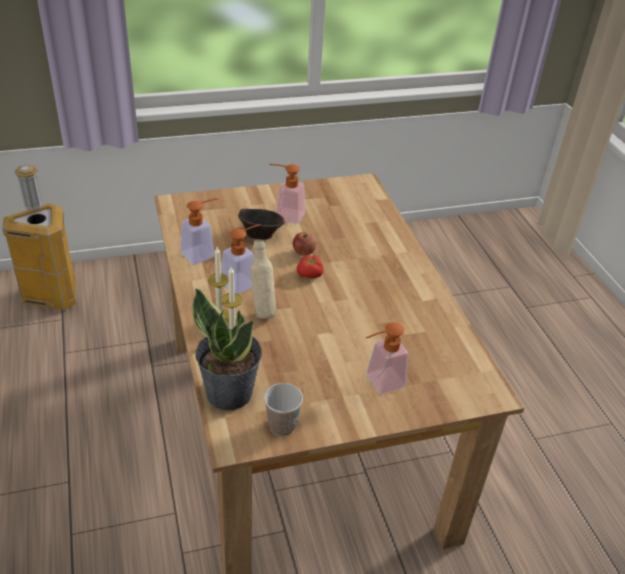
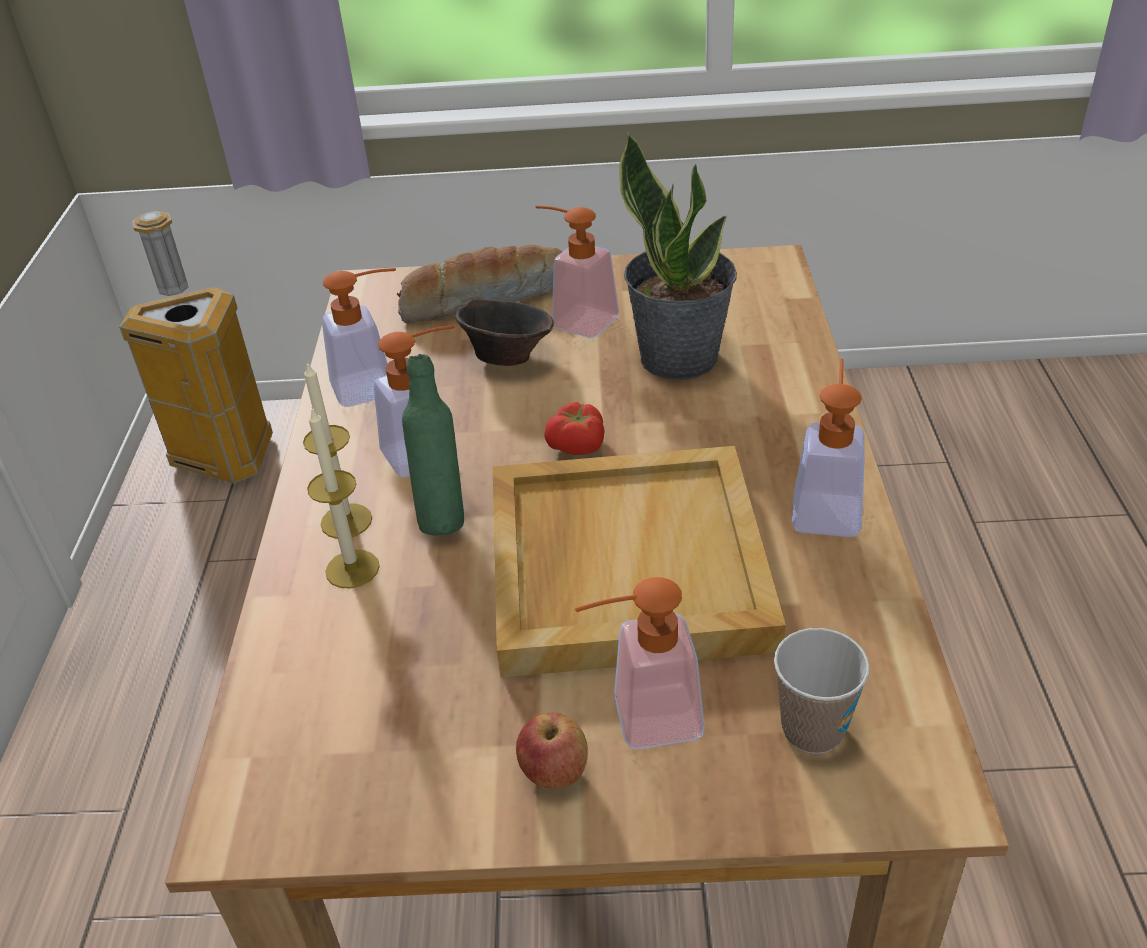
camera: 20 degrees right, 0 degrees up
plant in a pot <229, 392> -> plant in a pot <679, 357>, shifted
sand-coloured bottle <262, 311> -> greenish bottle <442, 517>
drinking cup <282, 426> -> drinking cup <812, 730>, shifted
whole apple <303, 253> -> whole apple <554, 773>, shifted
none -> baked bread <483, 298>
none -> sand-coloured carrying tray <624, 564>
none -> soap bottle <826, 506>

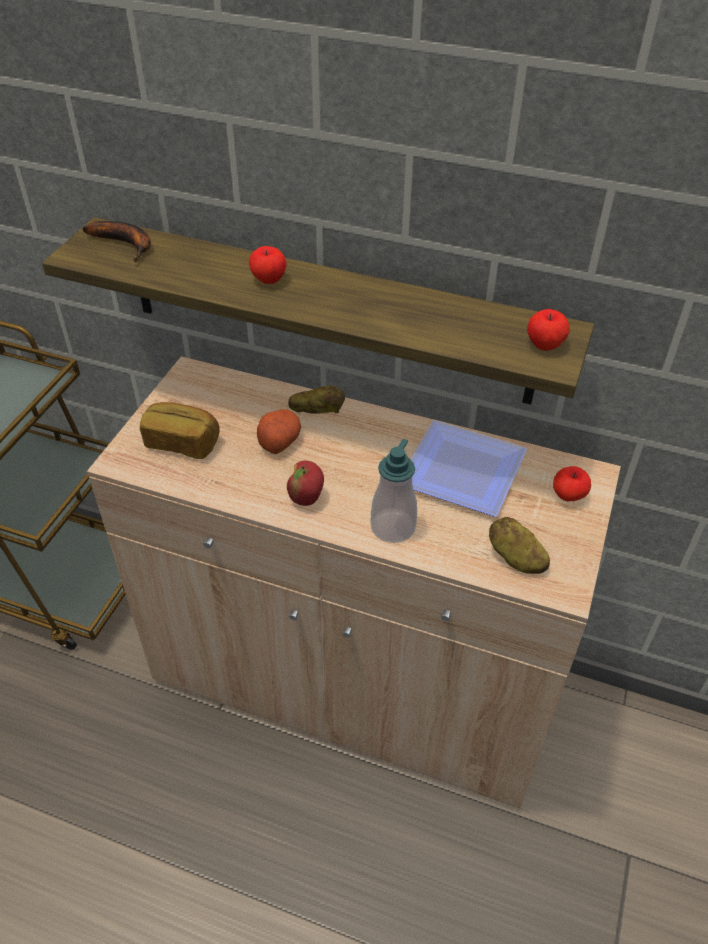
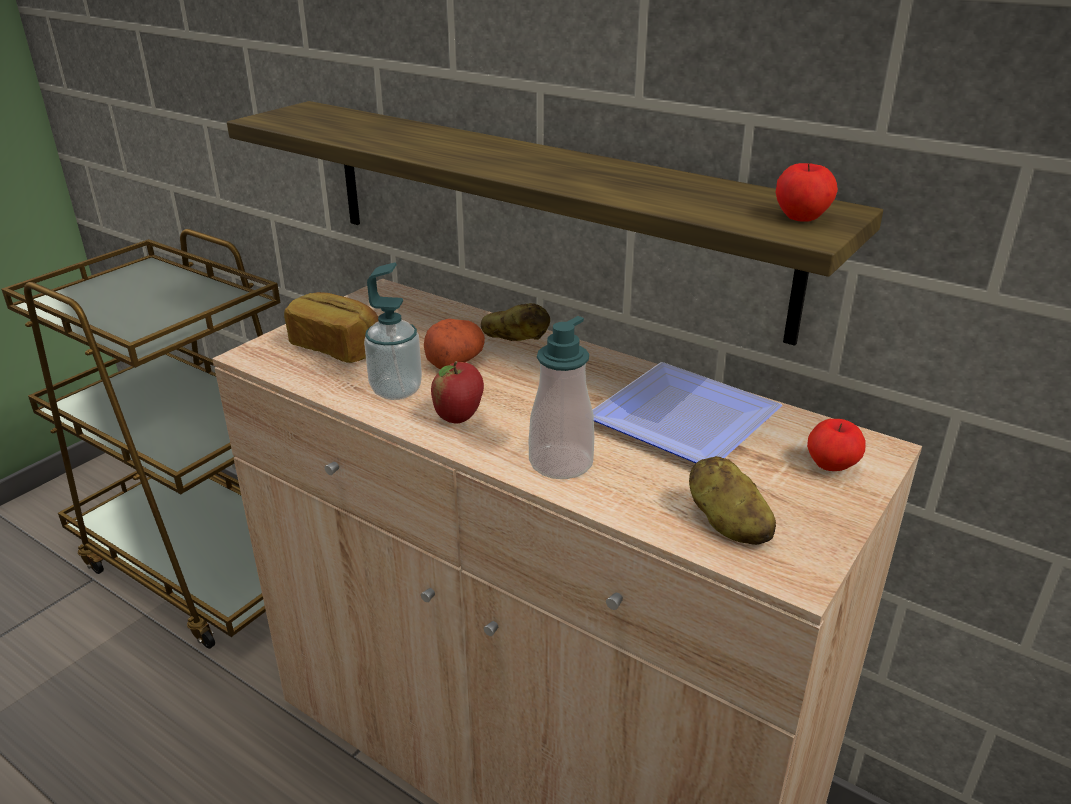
camera: 15 degrees right, 15 degrees down
whole banana <126, 244> -> none
whole apple <268, 280> -> none
none -> soap bottle <396, 390>

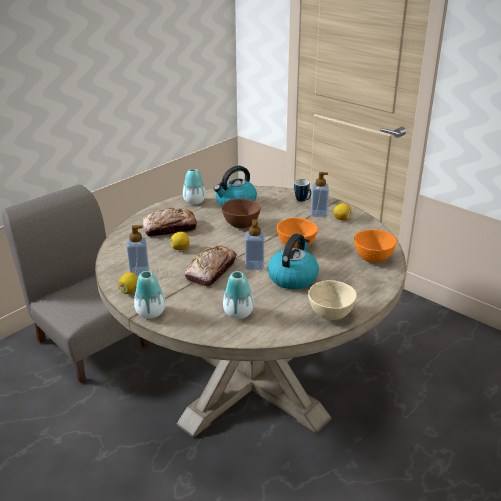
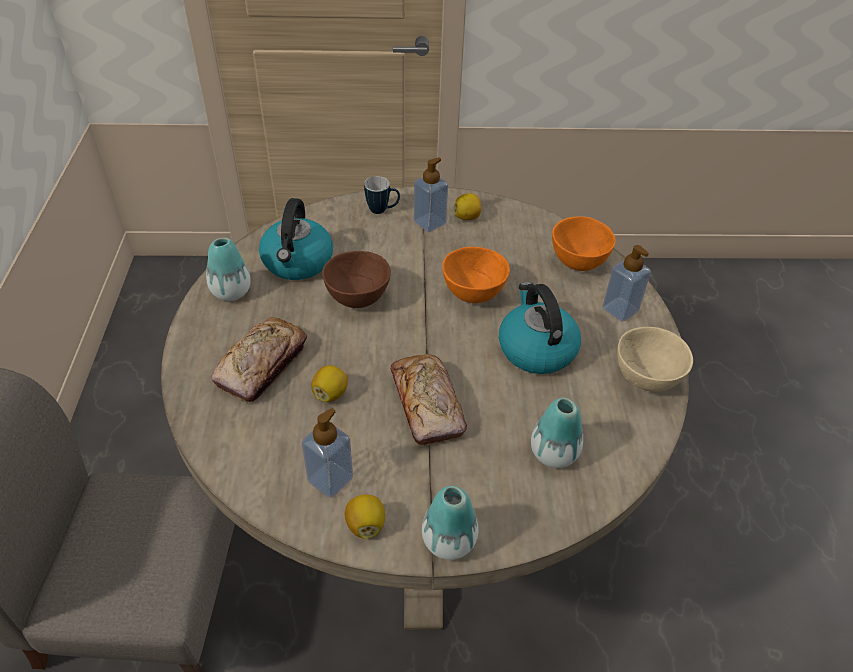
camera: 45 degrees left, 15 degrees up
soap bottle <254, 266> -> soap bottle <620, 310>, shifted

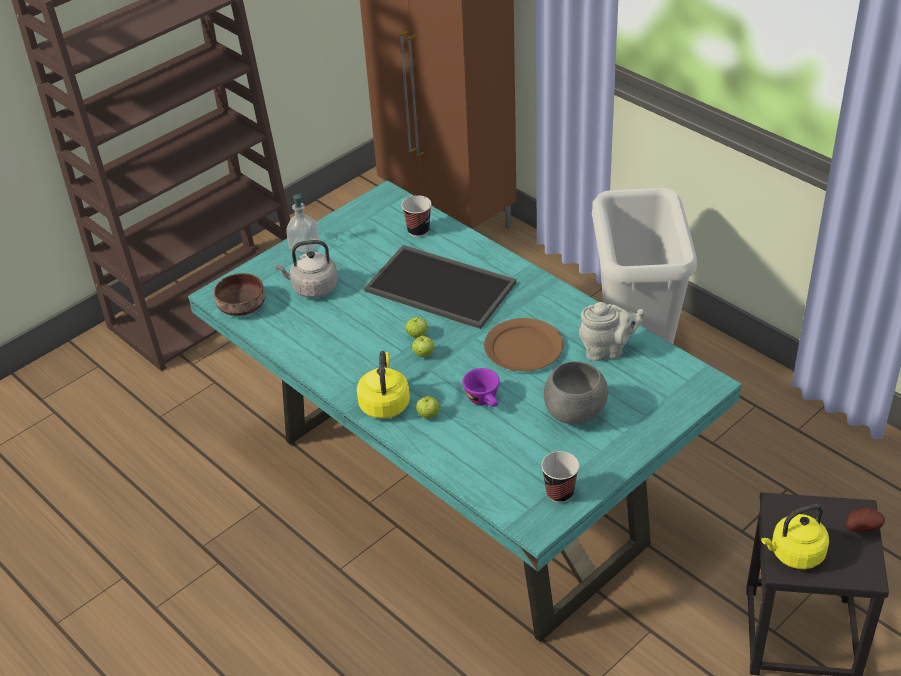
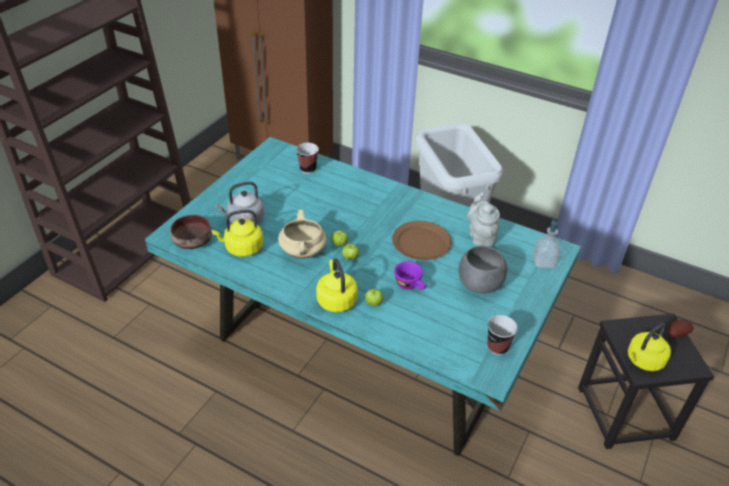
camera: 20 degrees left, 0 degrees up
soap bottle <304, 246> -> soap bottle <544, 262>, shifted
carrying tray <442, 286> -> none
gray teapot <607, 350> -> gray teapot <481, 236>, 75 degrees counterclockwise
none -> yellowish kettle <242, 248>
none -> sand-coloured stockpot <303, 253>

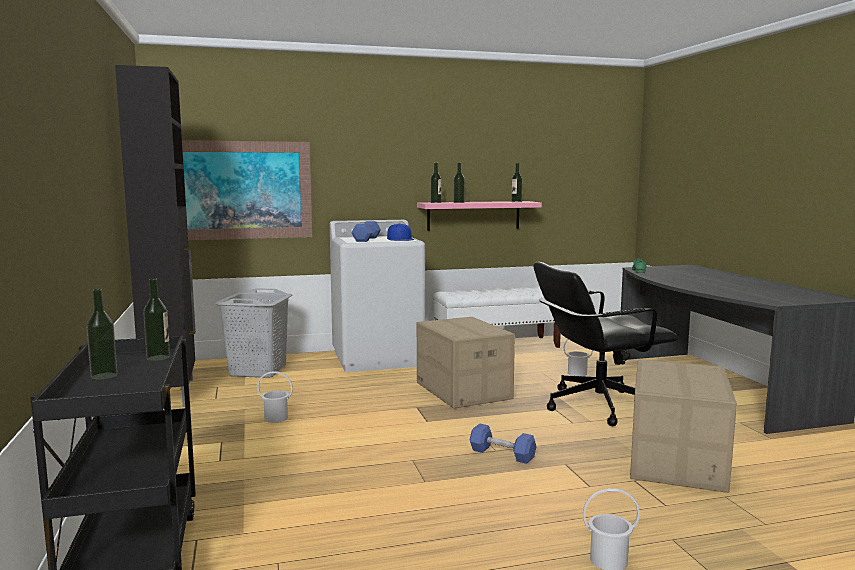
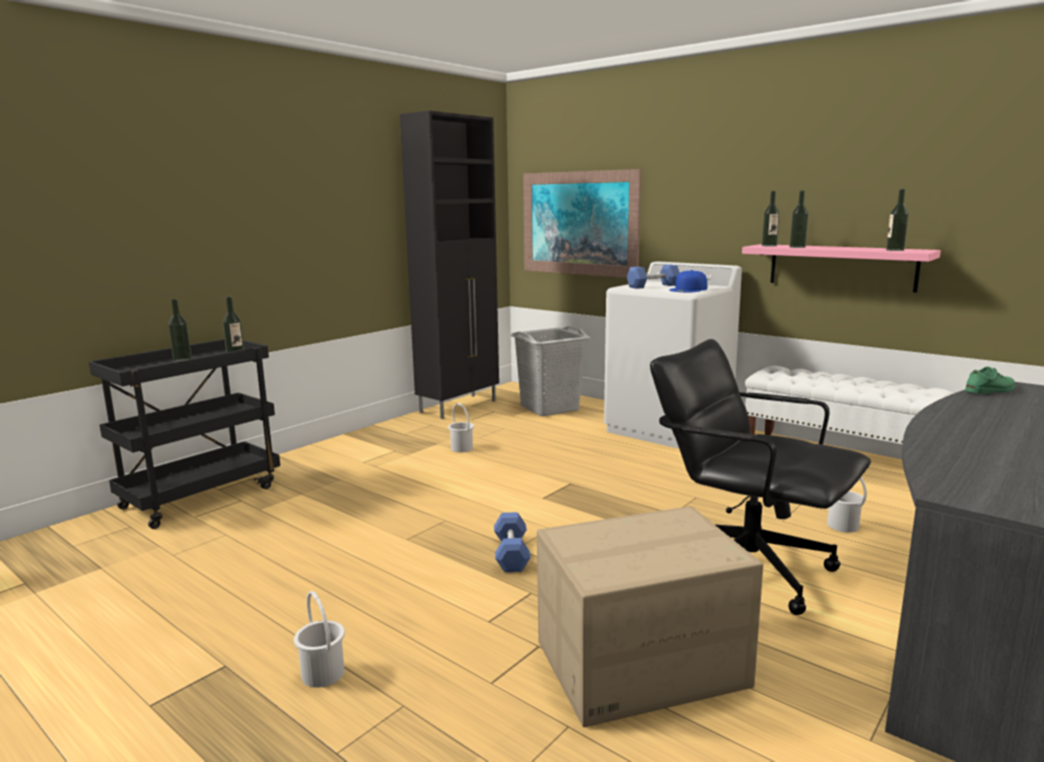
camera: 55 degrees right, 5 degrees up
carton <462, 391> -> none

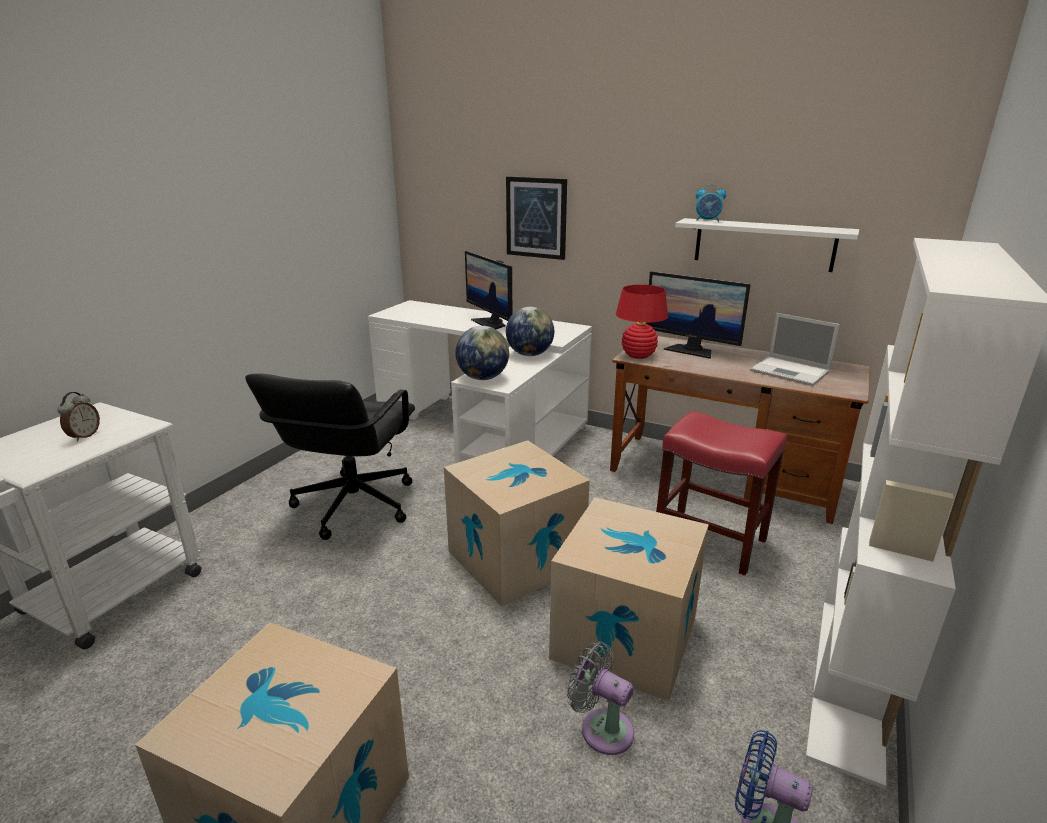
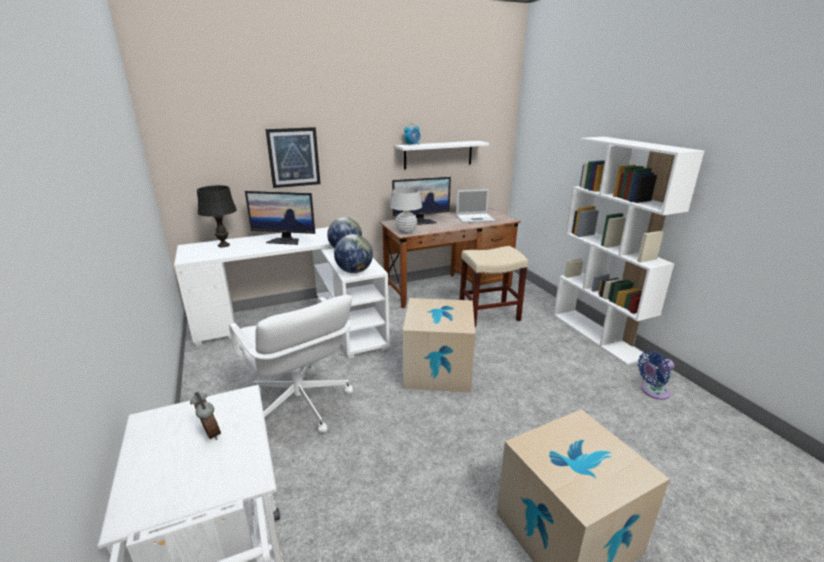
camera: 50 degrees left, 0 degrees up
blackish computer chair <352, 505> -> whitish computer chair <300, 405>
carton <625, 637> -> none
gray fan <602, 728> -> none
red-coloured lamp for a table <638, 355> -> whitish lamp for a table <406, 232>
red-coloured sitting stool <708, 540> -> sand-coloured sitting stool <488, 315>
none -> blackish lamp for a table <224, 245>

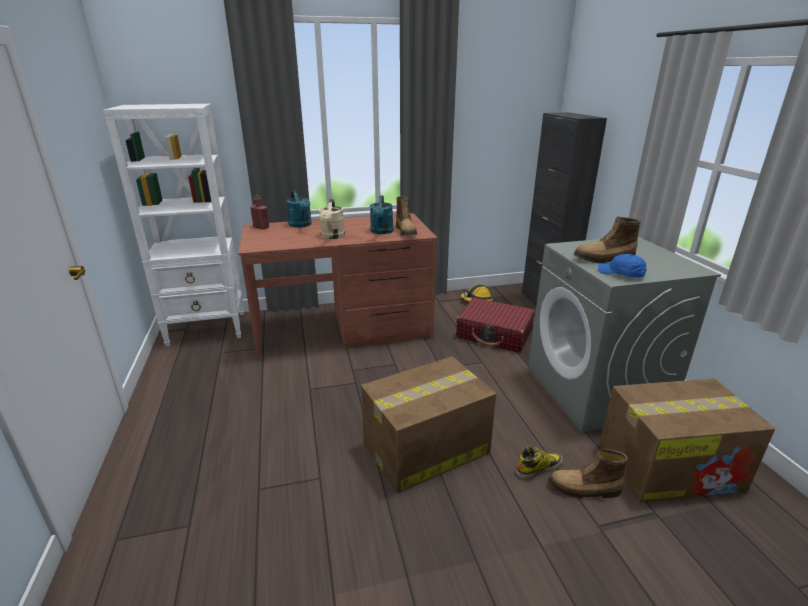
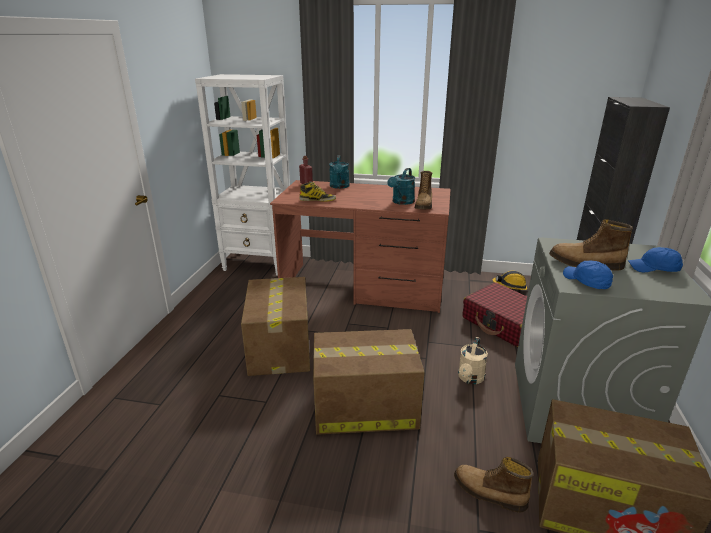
camera: 25 degrees right, 0 degrees up
sand-coloured sprinkling can <332, 236> -> sand-coloured sprinkling can <470, 378>, shifted
high-top boot <538, 467> -> high-top boot <317, 200>, shifted
none -> carton <279, 347>
none -> blue cap <654, 269>

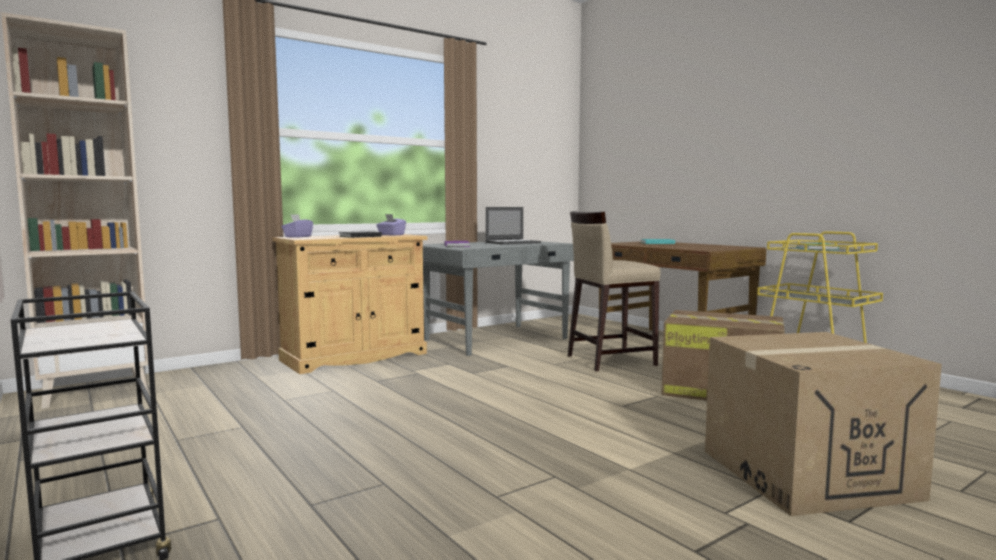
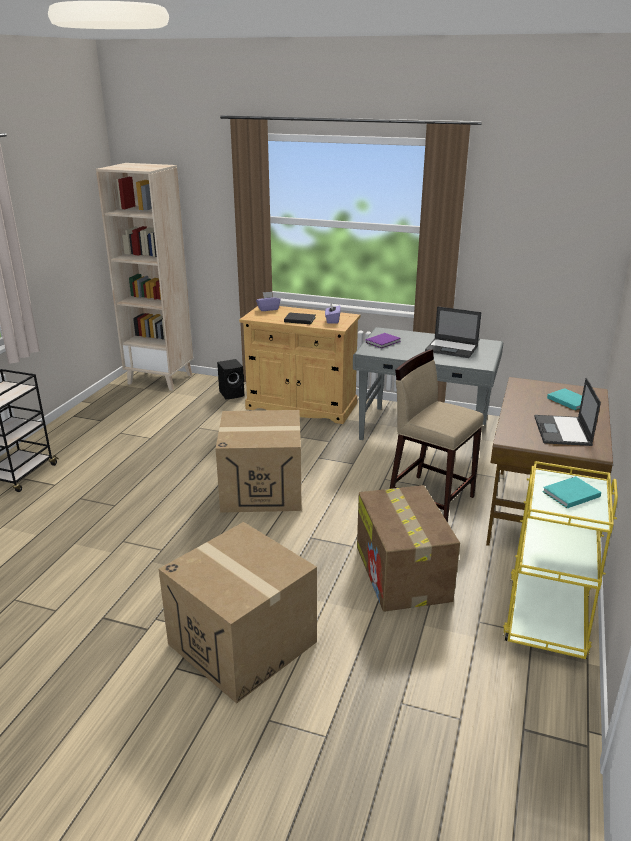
camera: 55 degrees right, 20 degrees up
none -> carton <262, 489>
none -> blackish loudspeaker <232, 394>
none -> portable computer <562, 431>

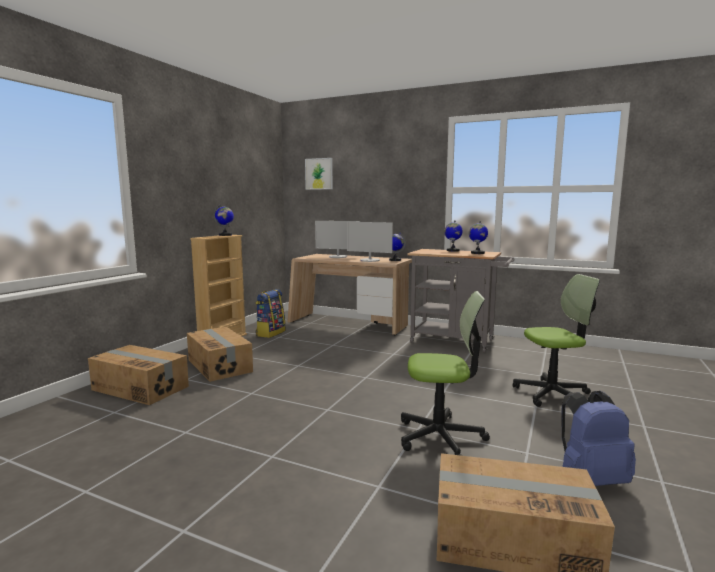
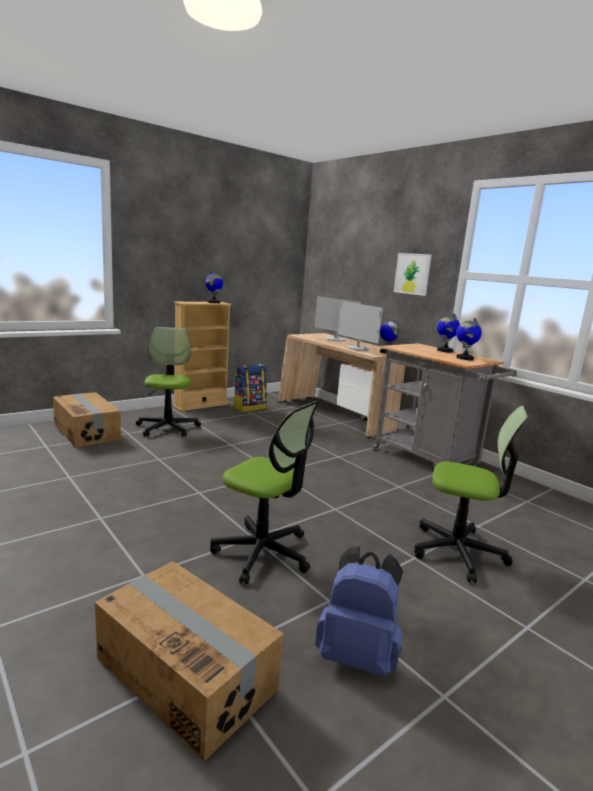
camera: 25 degrees right, 5 degrees up
carton <220, 365> -> computer chair <167, 428>
picture <319, 174> -> picture <412, 274>, shifted

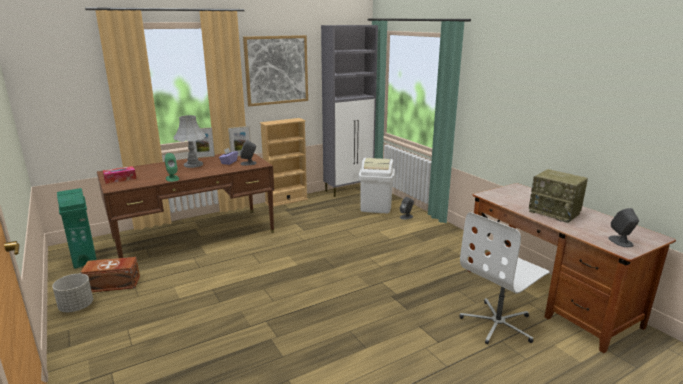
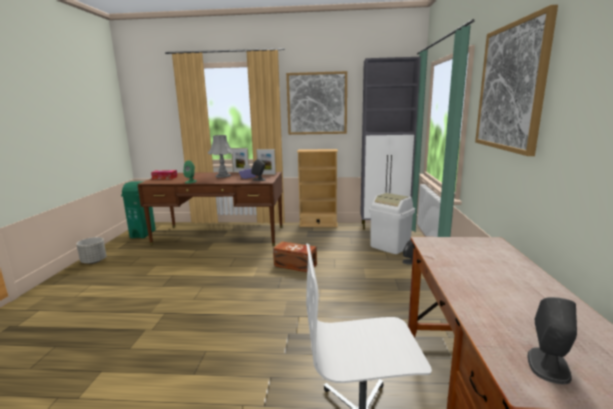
camera: 35 degrees right, 5 degrees down
brown storage bin <113, 284> -> brown storage bin <295, 265>, shifted
radio <555, 212> -> none
none -> picture <511, 87>

